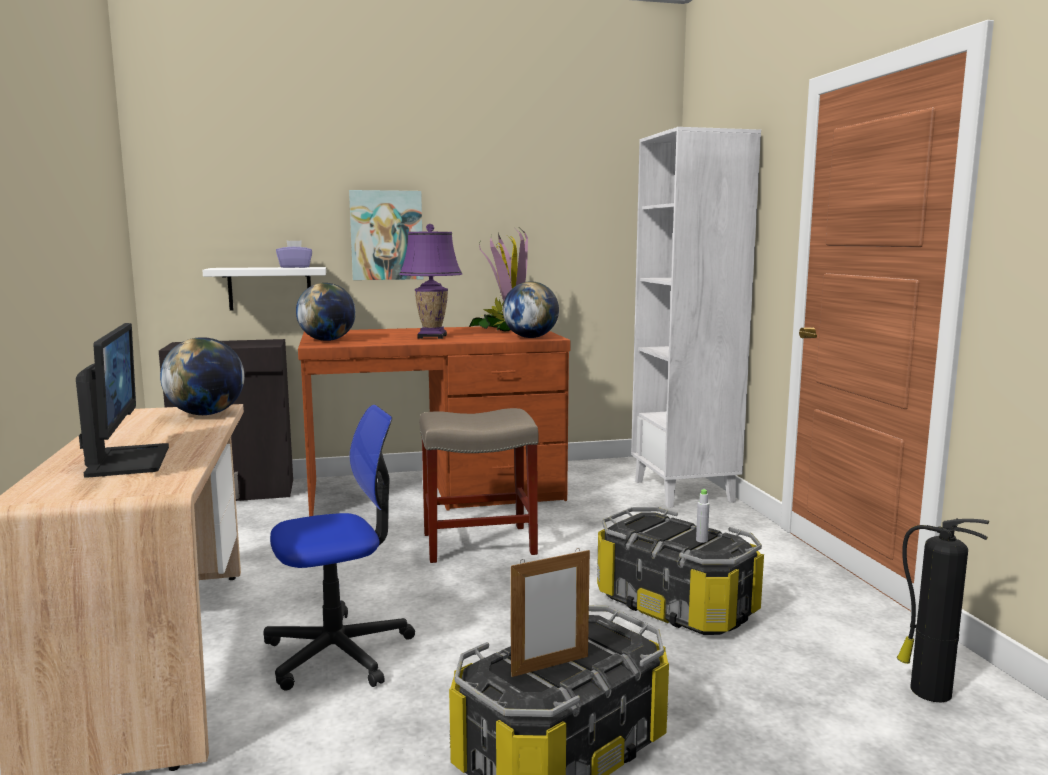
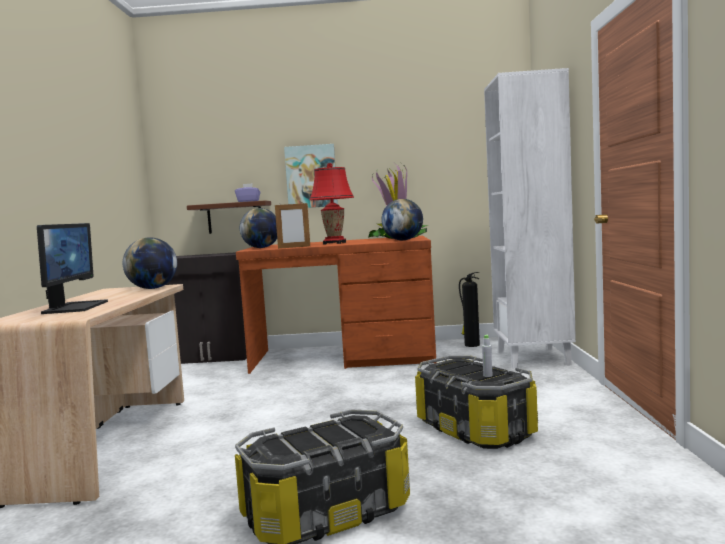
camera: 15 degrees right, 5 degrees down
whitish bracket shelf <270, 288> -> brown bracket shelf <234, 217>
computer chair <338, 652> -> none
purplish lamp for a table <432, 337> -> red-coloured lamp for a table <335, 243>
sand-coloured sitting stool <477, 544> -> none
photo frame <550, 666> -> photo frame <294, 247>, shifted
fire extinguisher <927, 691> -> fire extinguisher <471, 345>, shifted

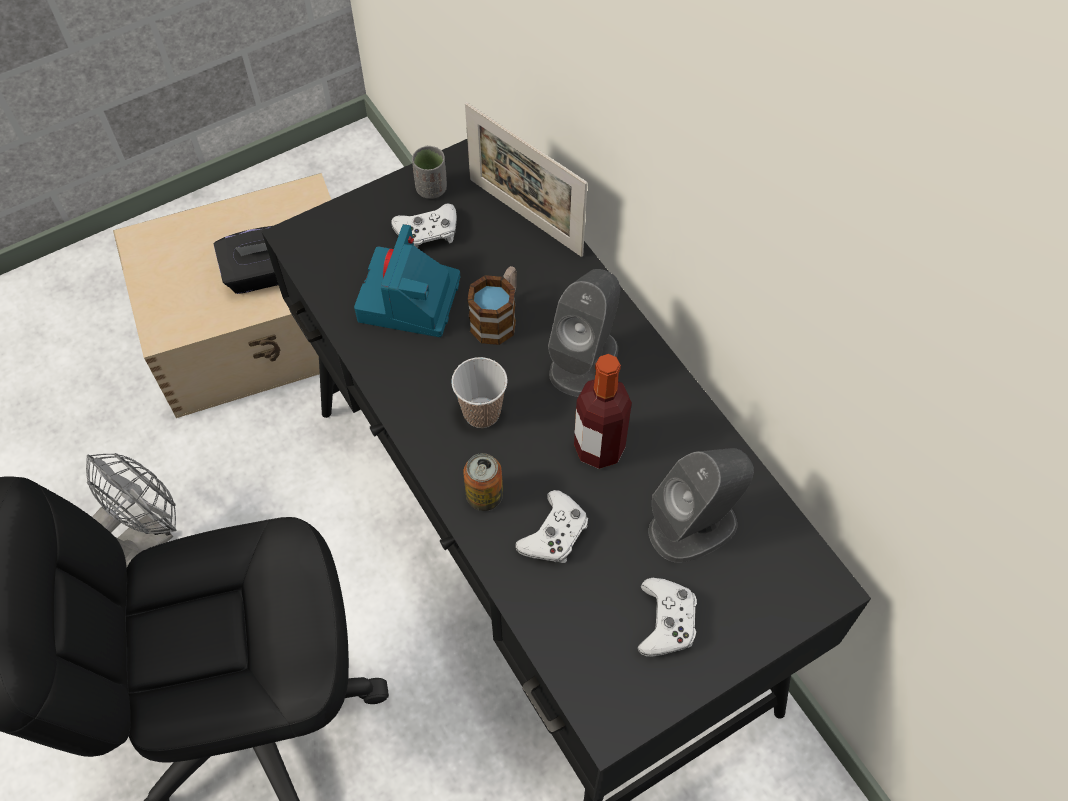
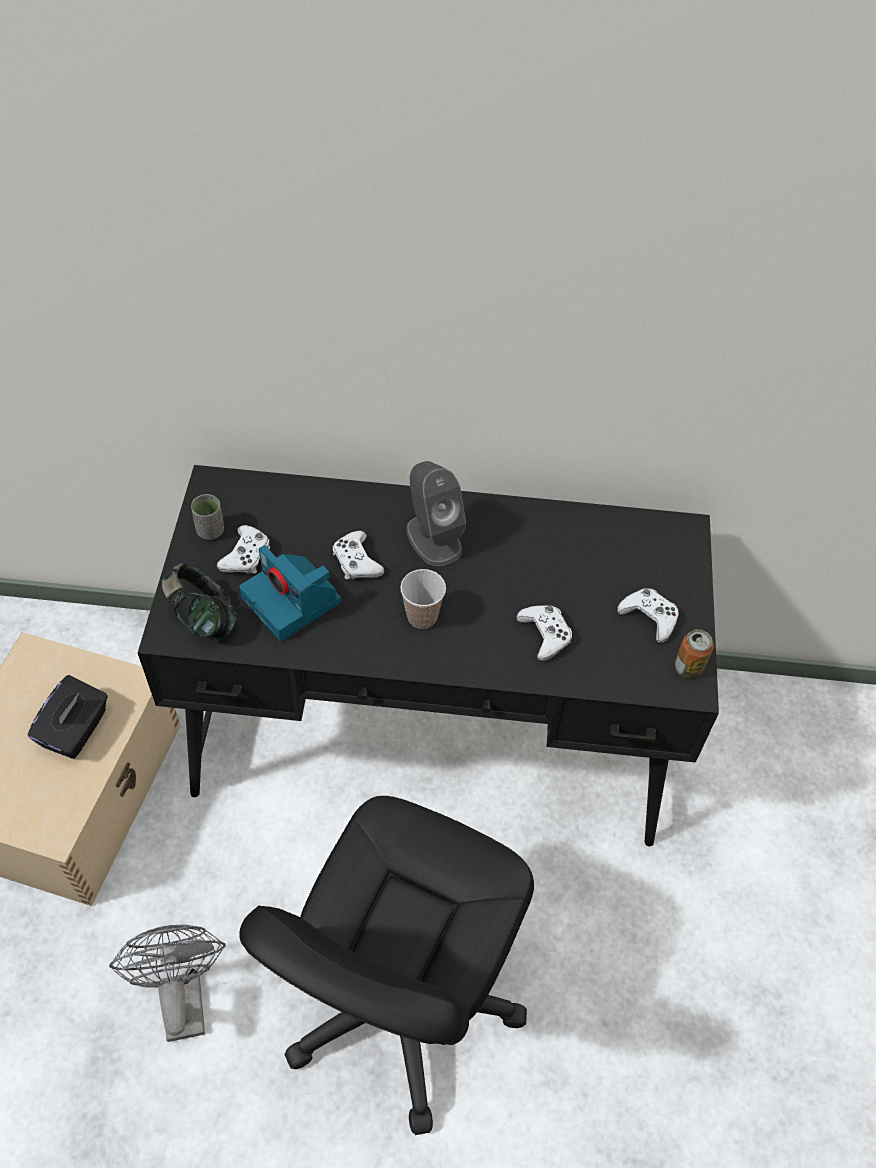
camera: 55 degrees left, 5 degrees down
metal can <484, 496> -> metal can <688, 667>, shifted
photo frame <525, 217> -> none
coffee mug <498, 317> -> whitish game controller <356, 561>
bottle <599, 448> -> none
gray loudspeaker <694, 526> -> none
none -> pair of headphones <203, 618>

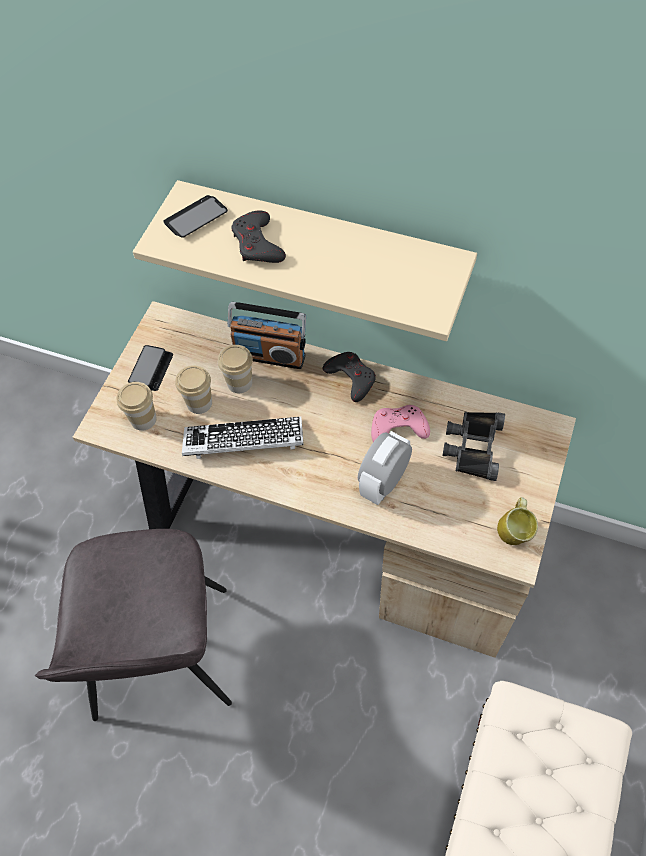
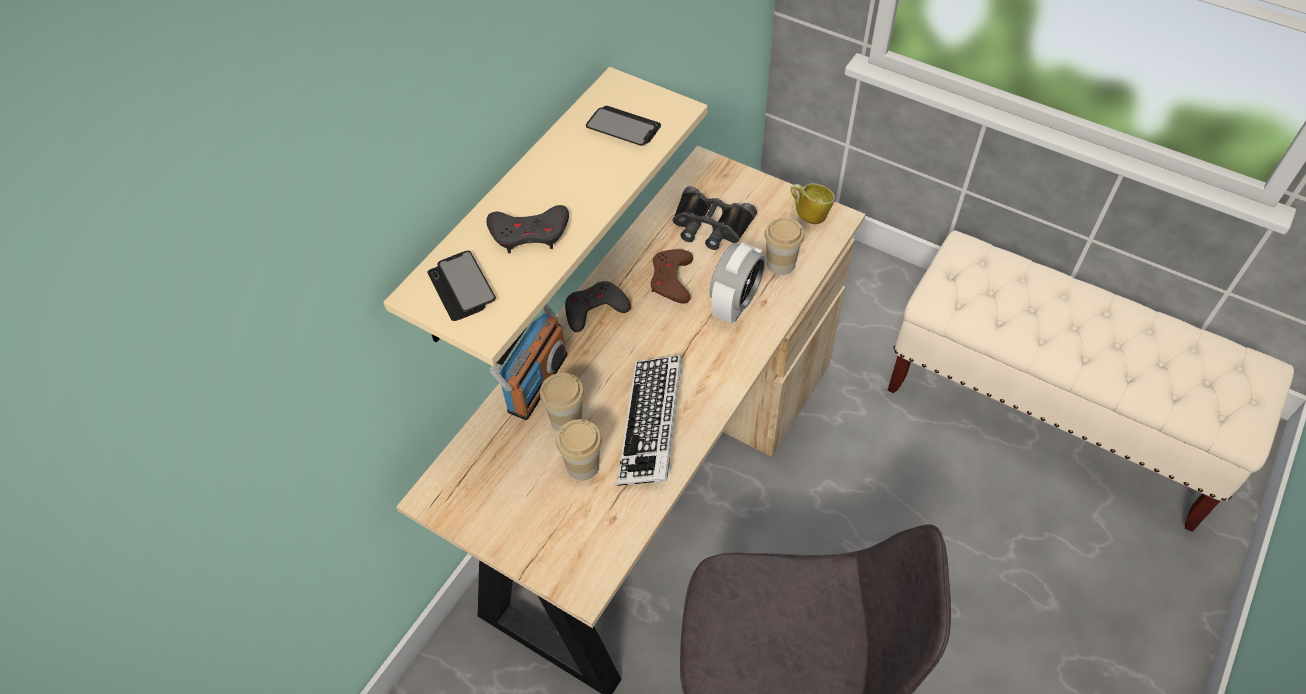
camera: 80 degrees left, 5 degrees down
drinking cup <143, 419> -> drinking cup <780, 263>, shifted
telephone <151, 369> -> telephone <623, 127>, shifted
table clock <384, 482> -> table clock <735, 304>, 105 degrees counterclockwise
pink game controller <398, 427> -> brown game controller <671, 280>

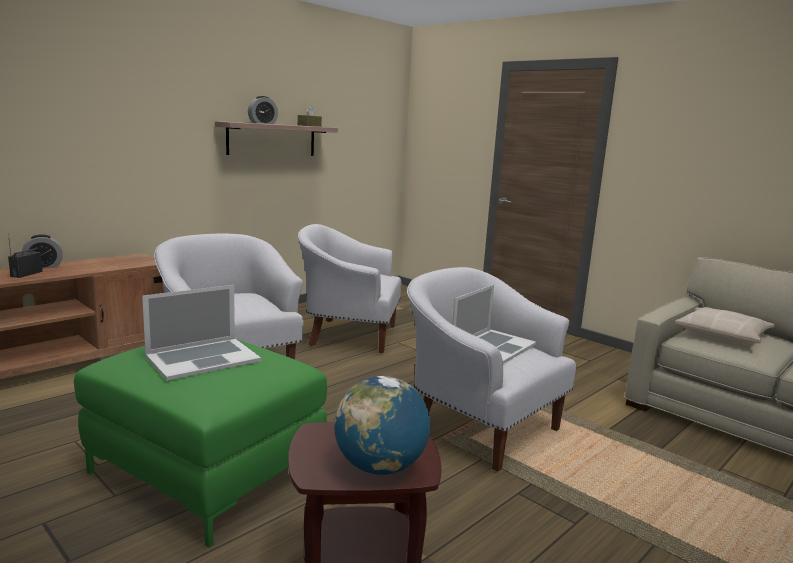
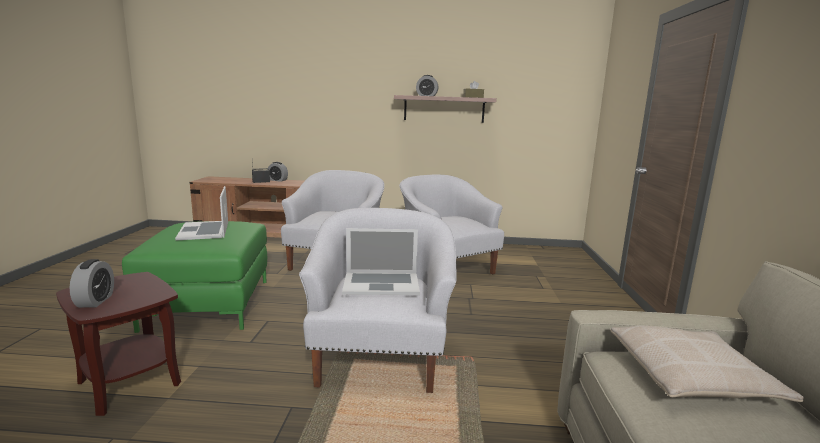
camera: 50 degrees right, 0 degrees up
portable computer <203, 358> -> portable computer <204, 231>, 60 degrees clockwise
world globe <380, 467> -> table clock <95, 301>

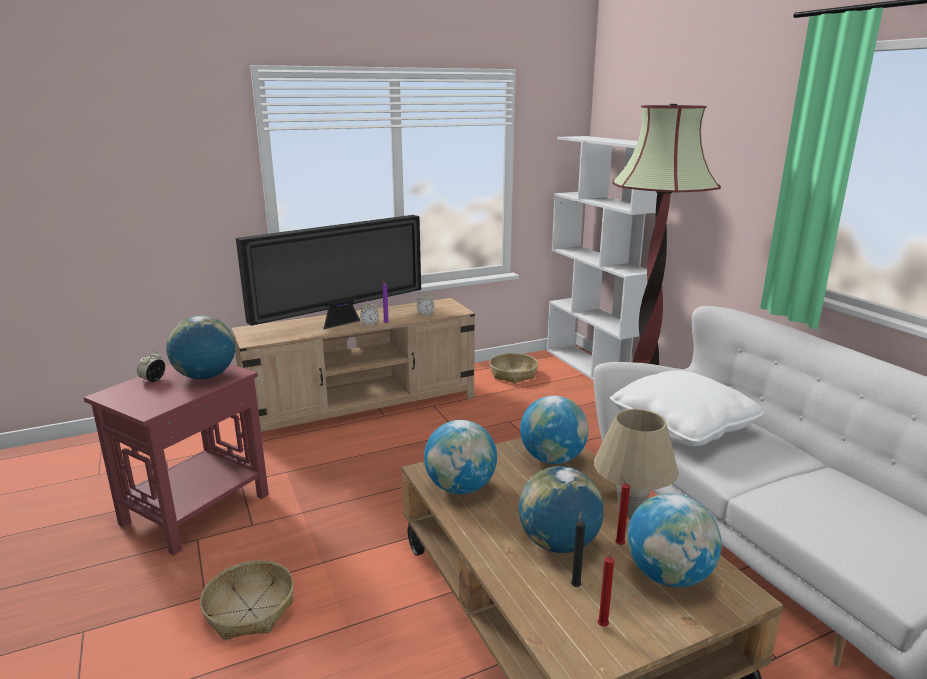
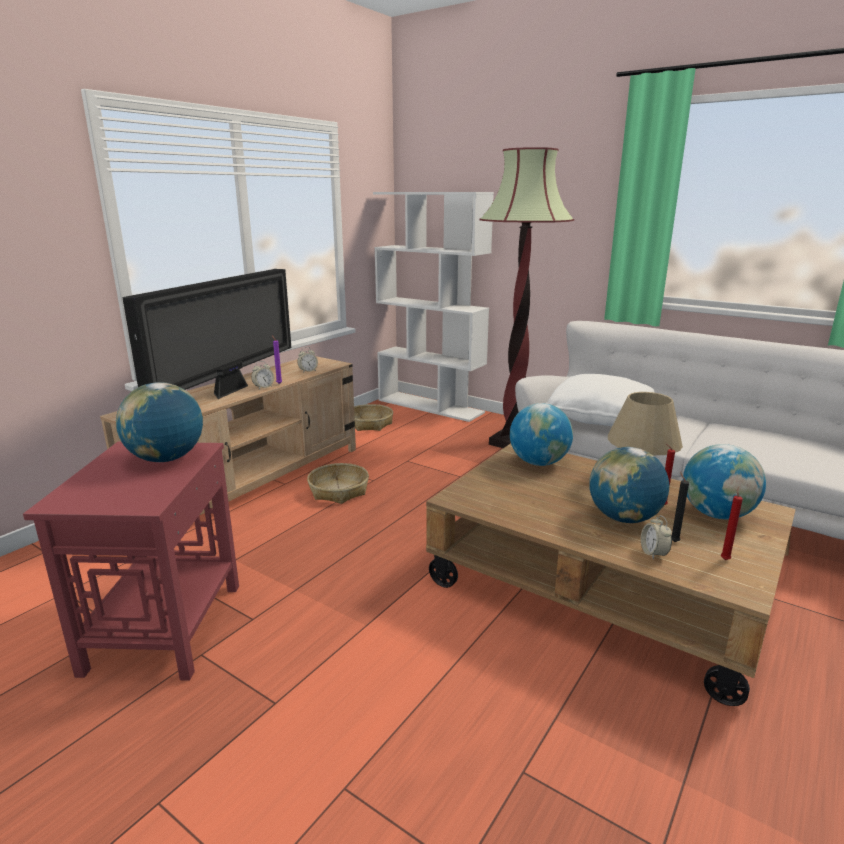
camera: 30 degrees left, 0 degrees up
table clock <153, 380> -> table clock <653, 553>, shifted
storage basket <250, 609> -> storage basket <338, 490>, shifted
world globe <460, 488> -> none

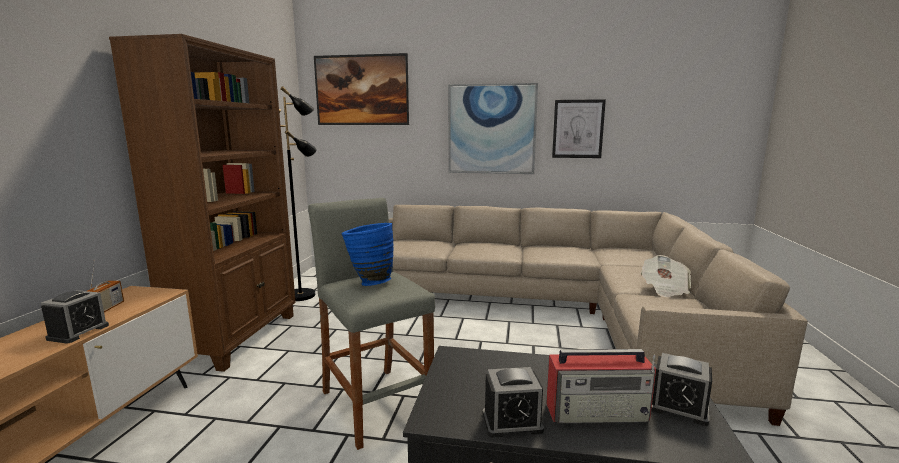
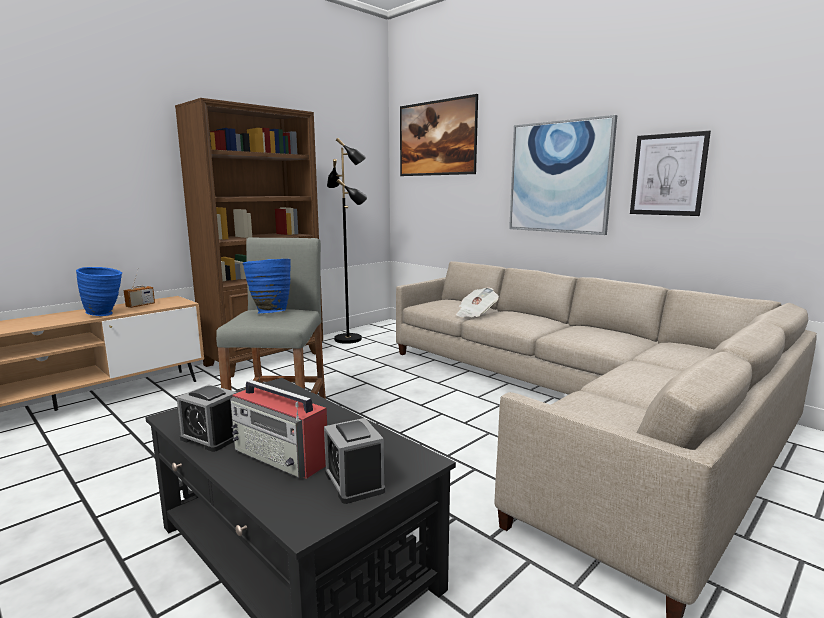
camera: 35 degrees right, 0 degrees up
table clock <78, 332> -> blue vase <105, 314>
printed paper <664, 289> -> printed paper <475, 314>, shifted

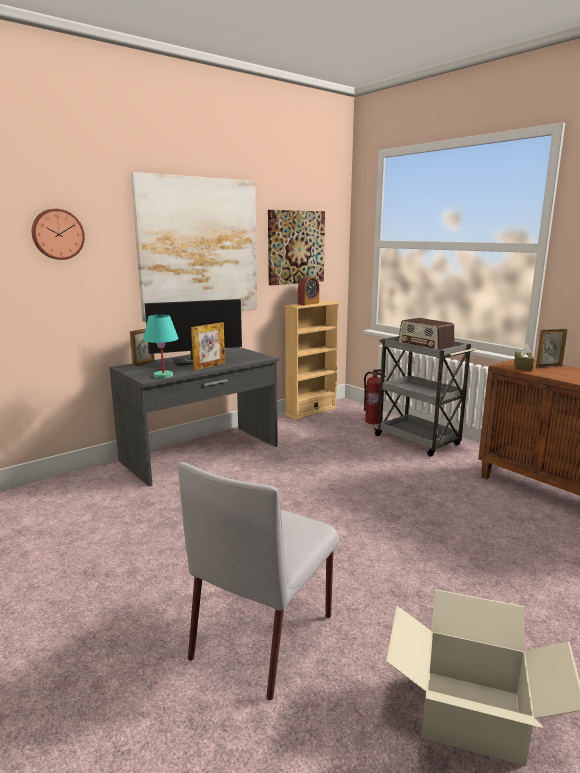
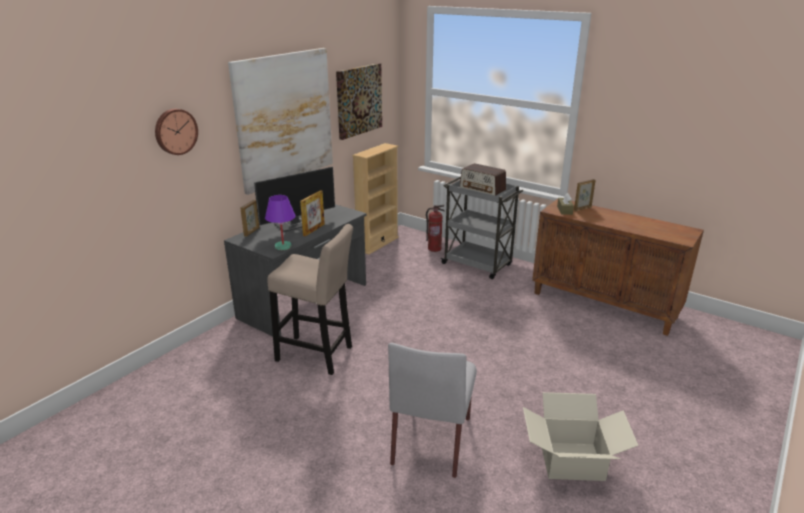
camera: 15 degrees left, 10 degrees up
blue-green lamp for a table <163, 376> -> purplish lamp for a table <283, 247>
table clock <308, 303> -> none
none -> sand-coloured sitting stool <317, 355>

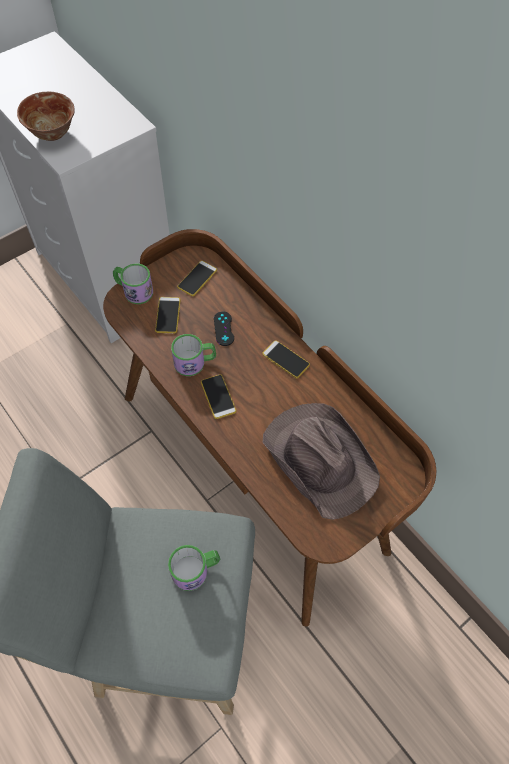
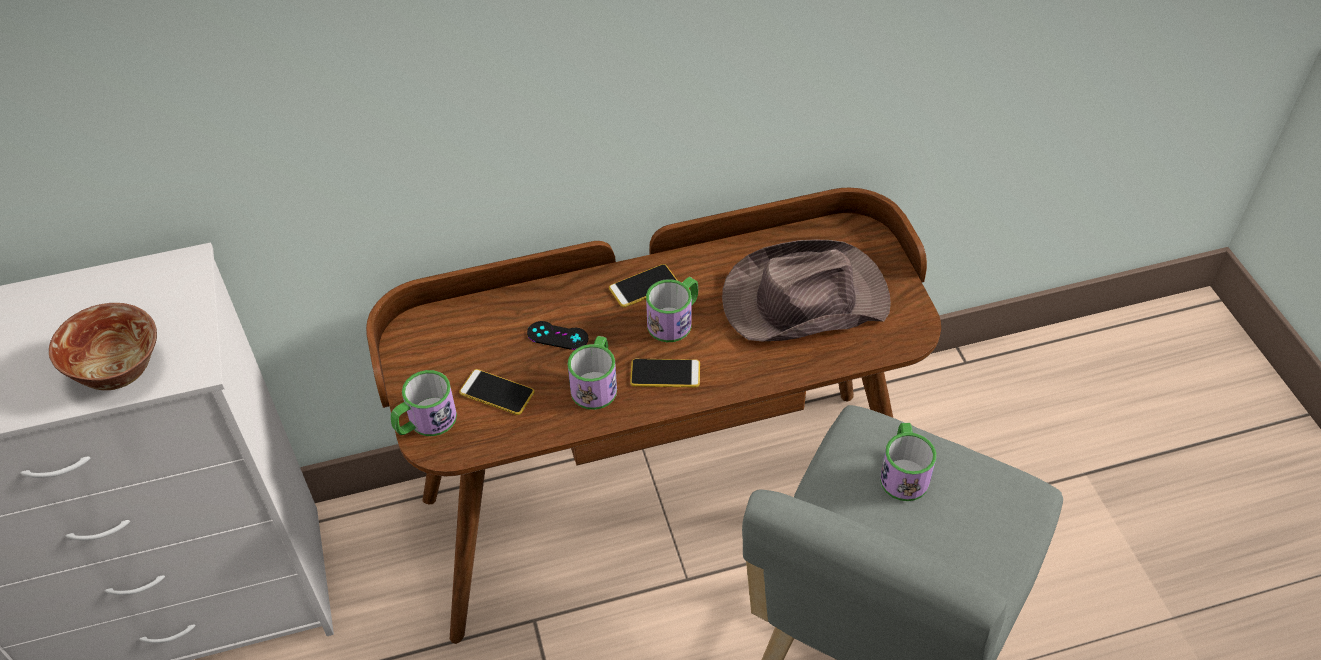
camera: 65 degrees left, 10 degrees down
telephone <197, 278> -> none
none -> coffee mug <675, 320>

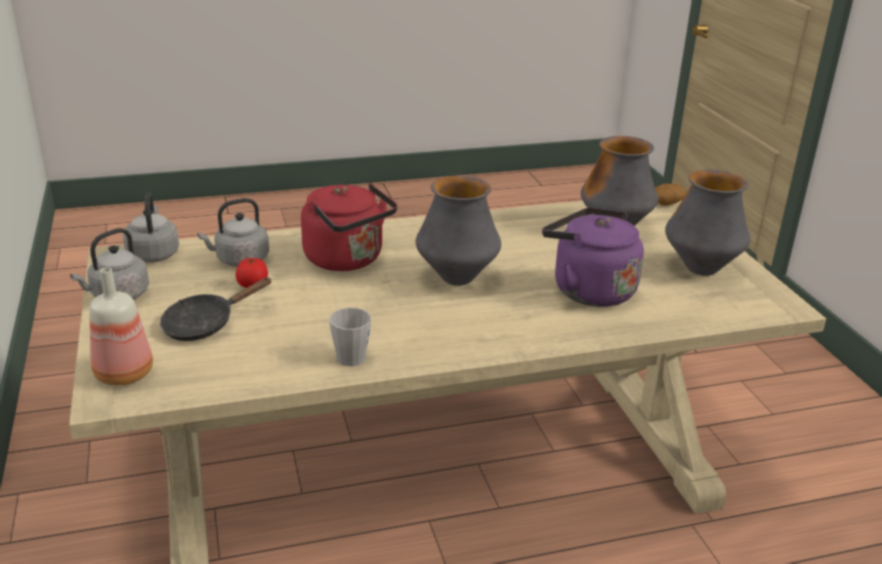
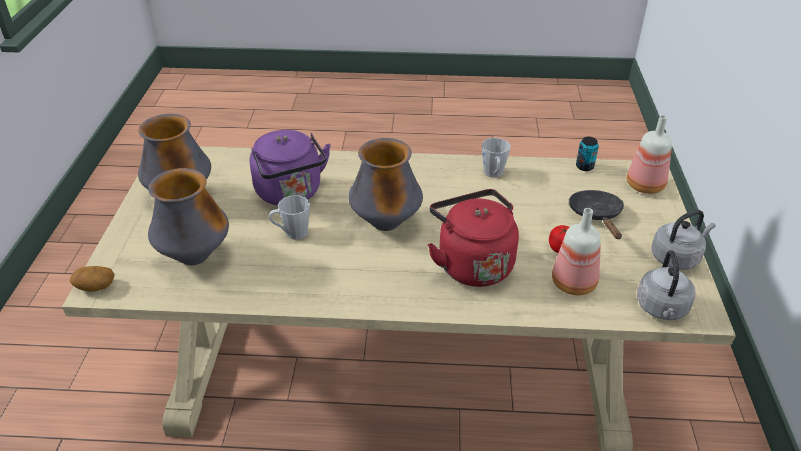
camera: 160 degrees left, 10 degrees up
blackish frying pan <205, 324> -> blackish frying pan <596, 215>, 75 degrees counterclockwise
gray kettle <239, 260> -> bottle <574, 283>
none -> gray coffee mug <292, 233>
none -> metal can <584, 166>

